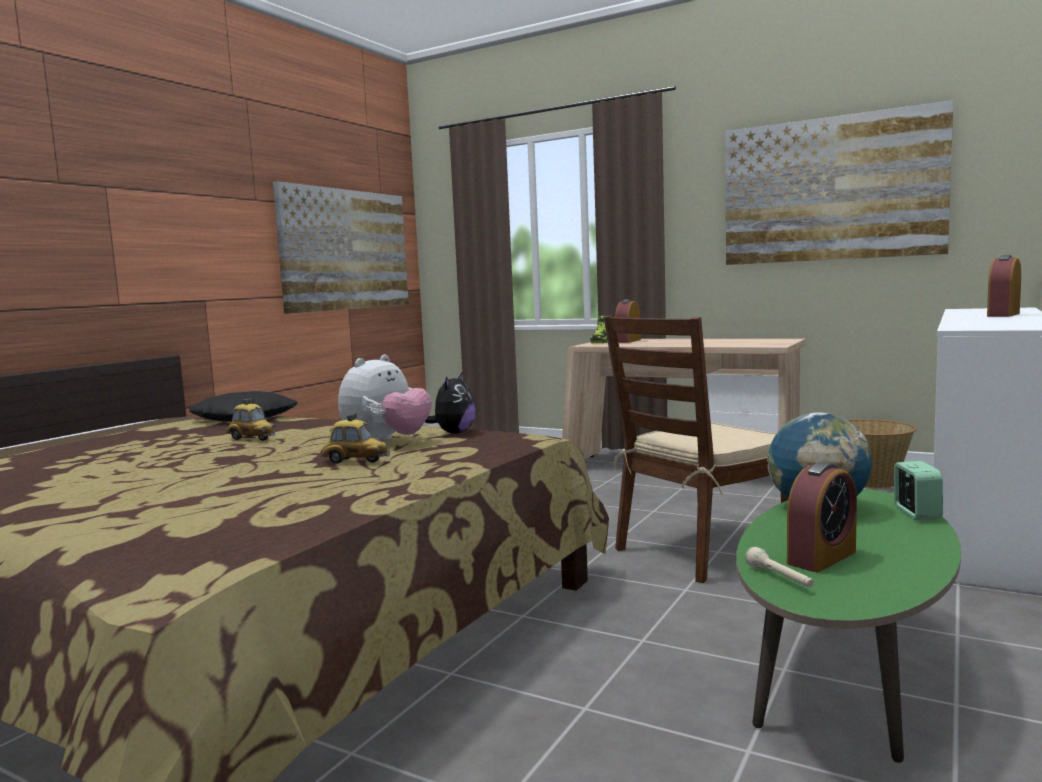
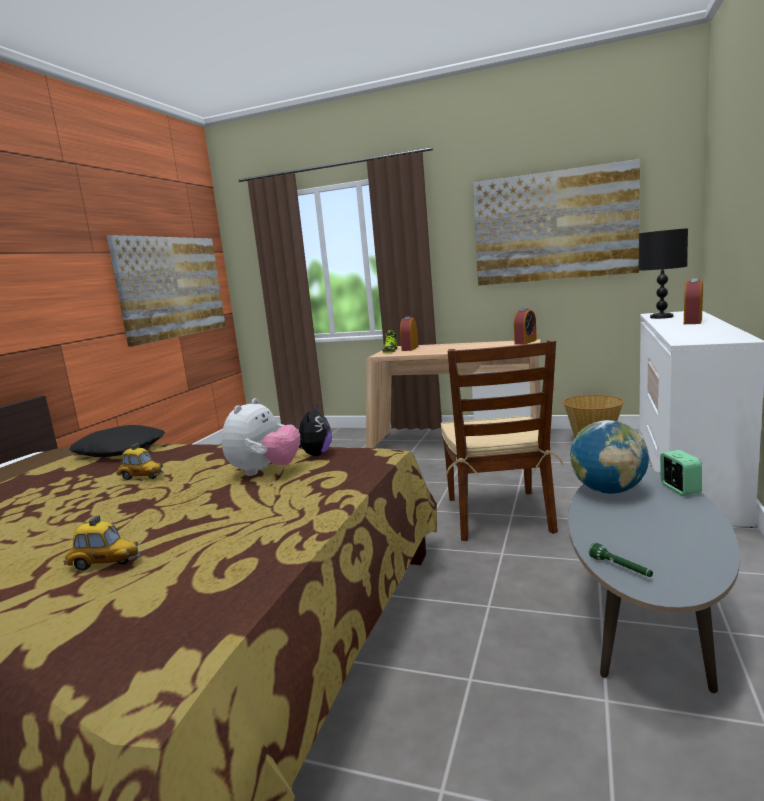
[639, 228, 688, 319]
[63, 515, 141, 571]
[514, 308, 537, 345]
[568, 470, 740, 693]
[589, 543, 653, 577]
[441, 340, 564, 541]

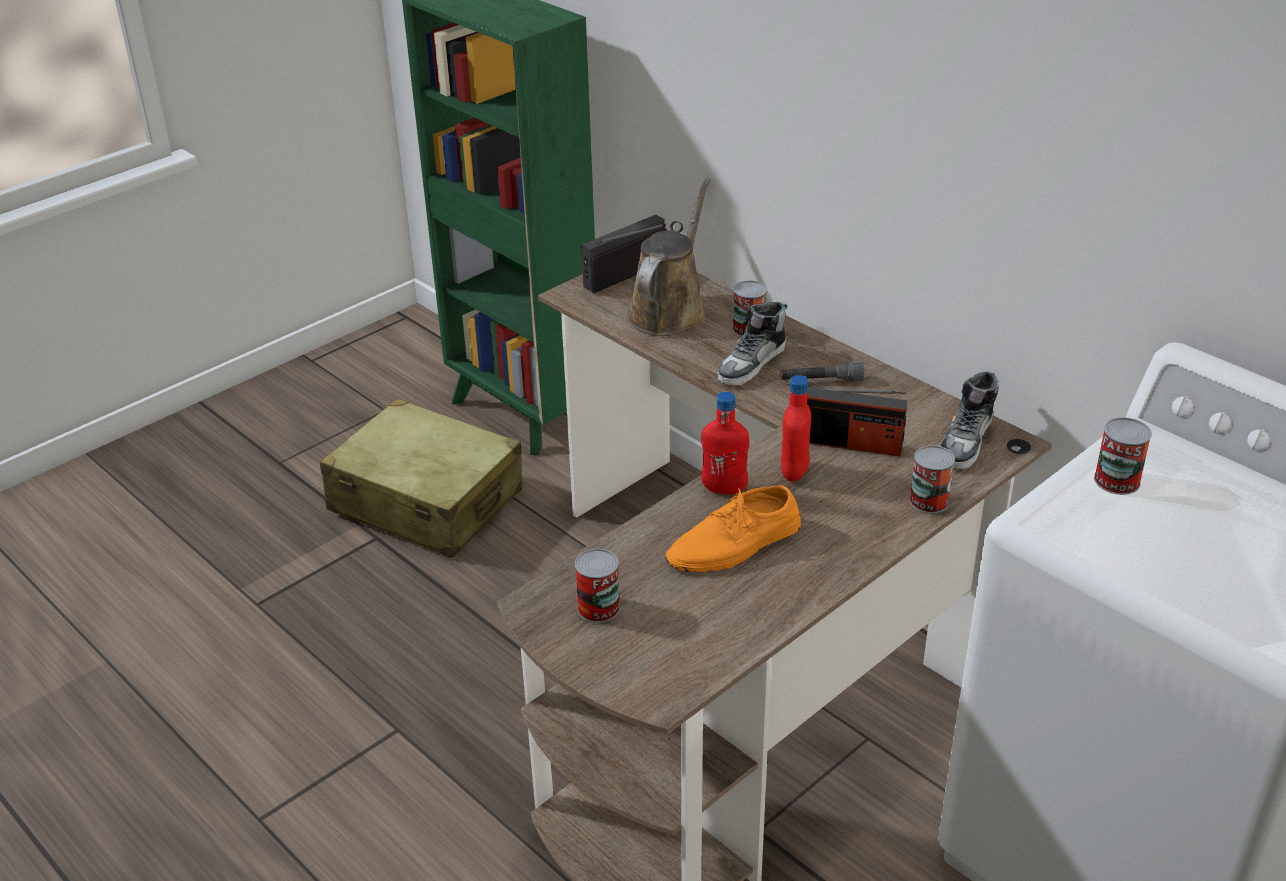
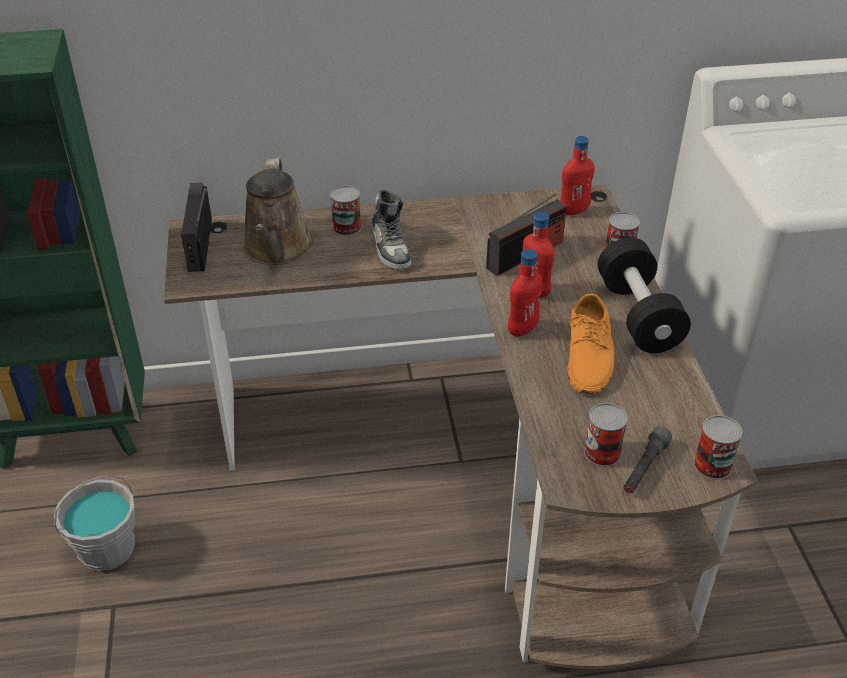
[598, 237, 691, 353]
[623, 426, 672, 493]
[694, 415, 742, 479]
[54, 475, 135, 571]
[560, 136, 595, 215]
[242, 158, 313, 265]

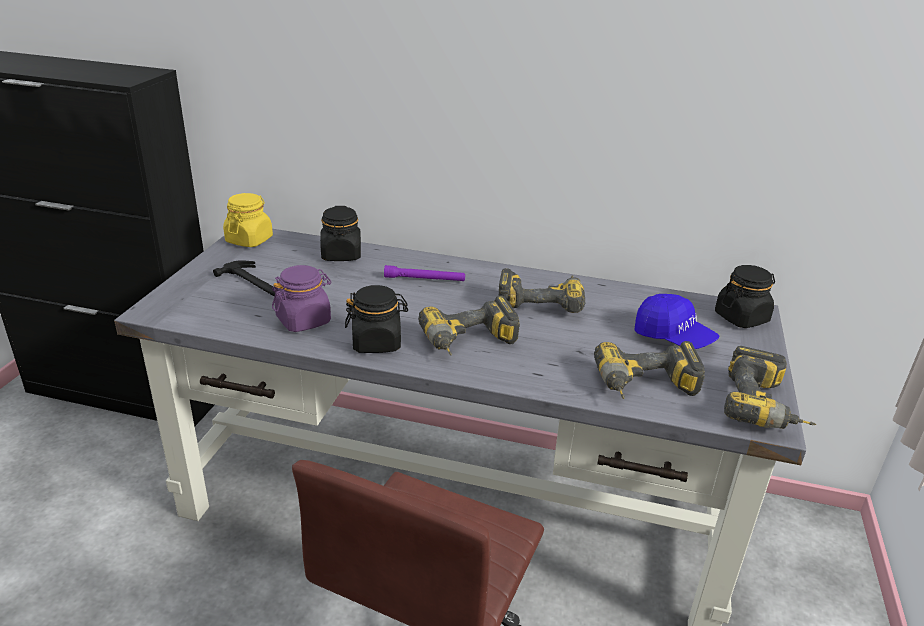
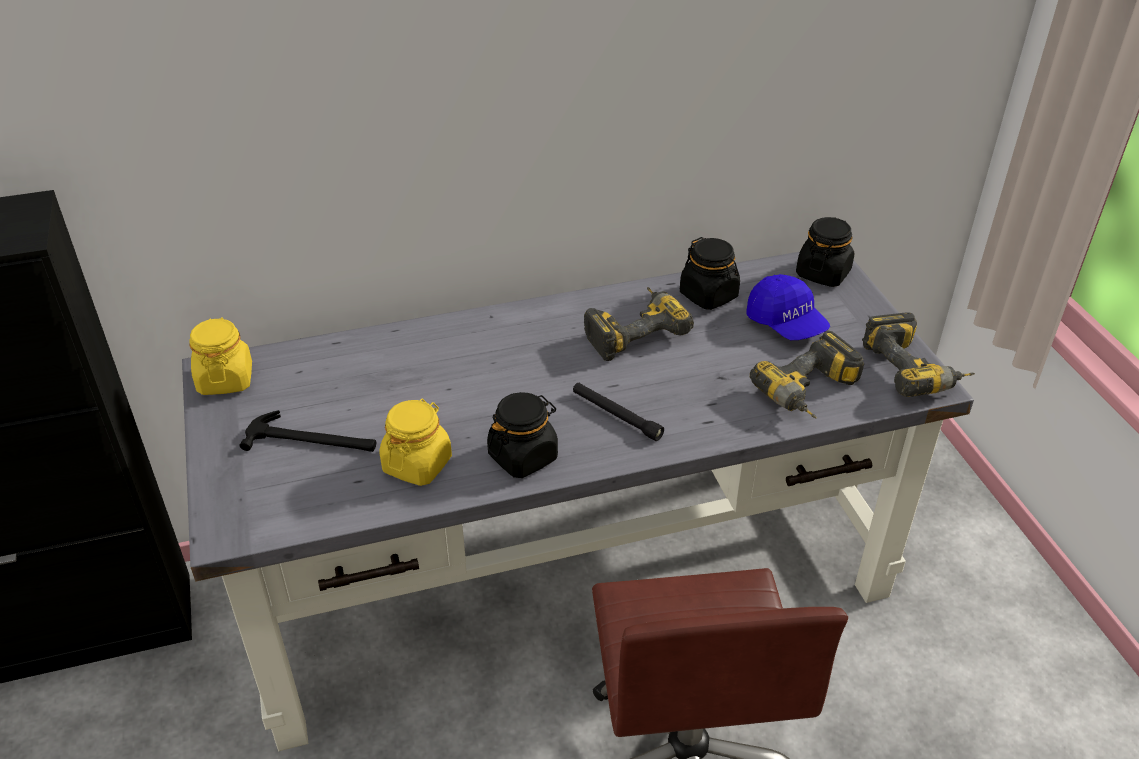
[384, 265, 465, 281] (first image)
[680, 237, 740, 310]
[573, 383, 664, 441]
[379, 399, 452, 486]
[746, 274, 830, 340]

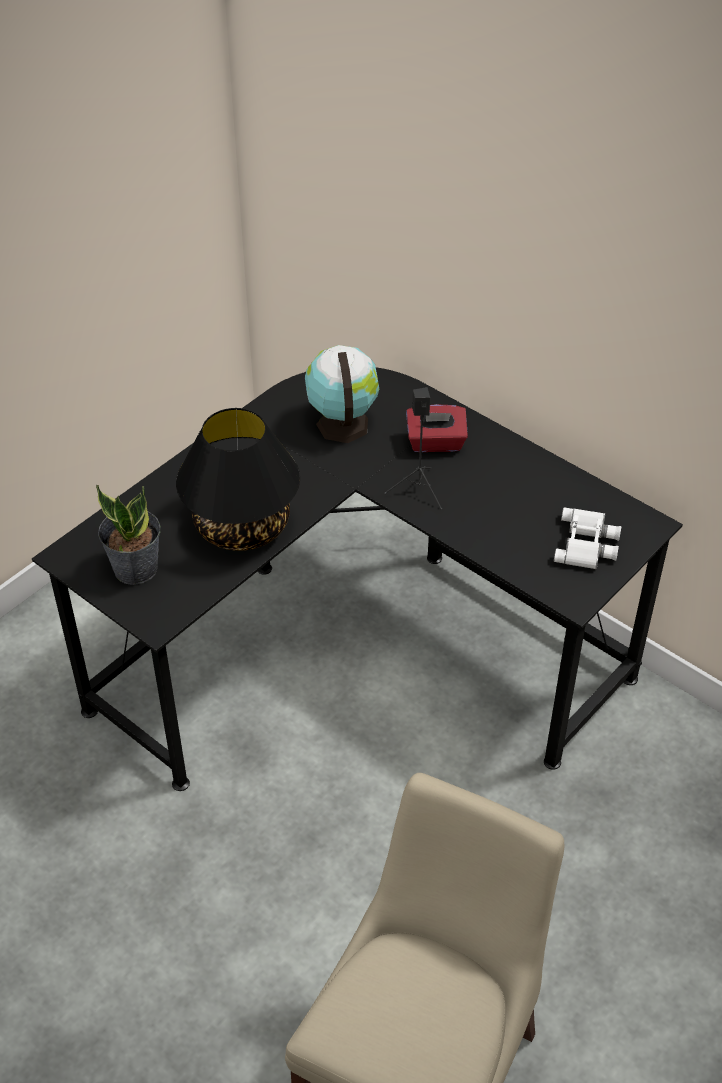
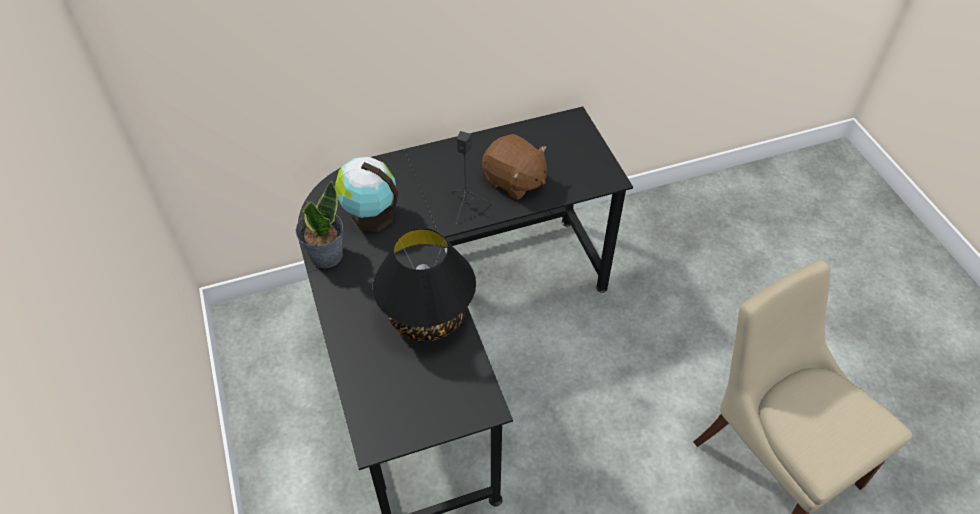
[406, 405, 468, 452] (first image)
[554, 507, 621, 569] (first image)
[482, 134, 547, 200]
[296, 181, 343, 268]

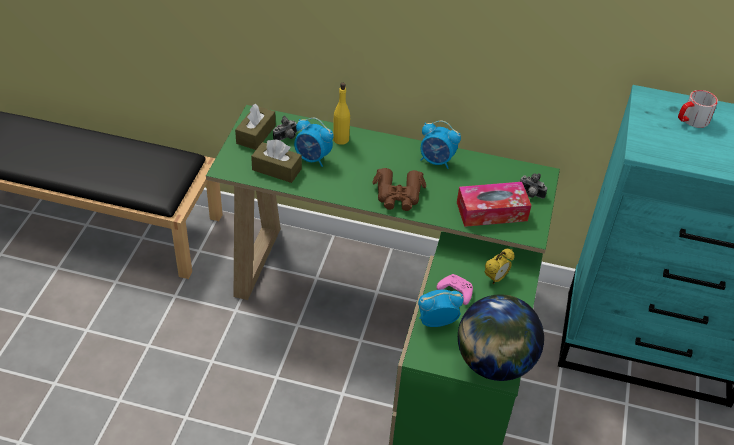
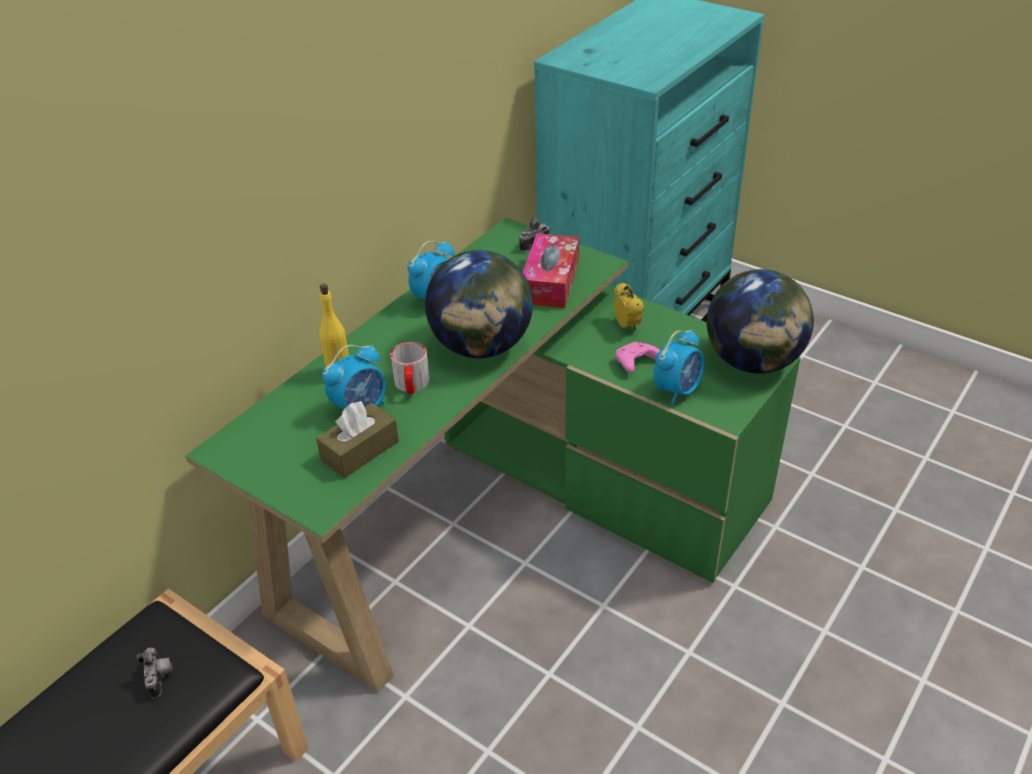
[235, 104, 276, 150] (first image)
[137, 648, 172, 699]
[390, 342, 430, 394]
[425, 250, 533, 358]
[653, 329, 705, 405]

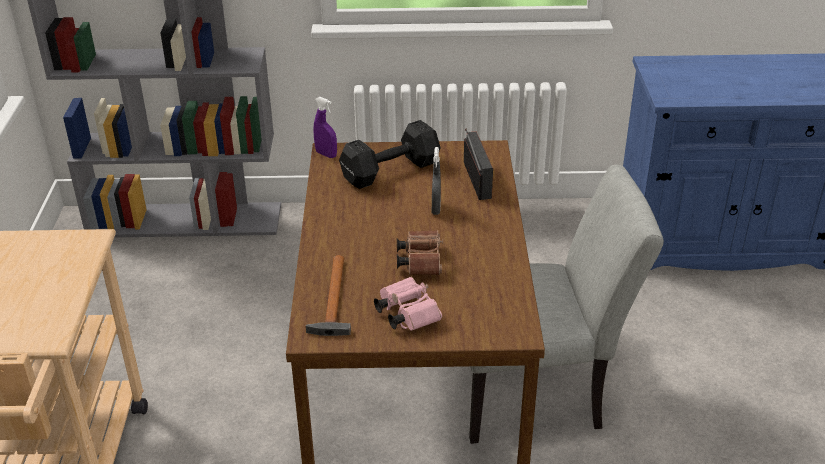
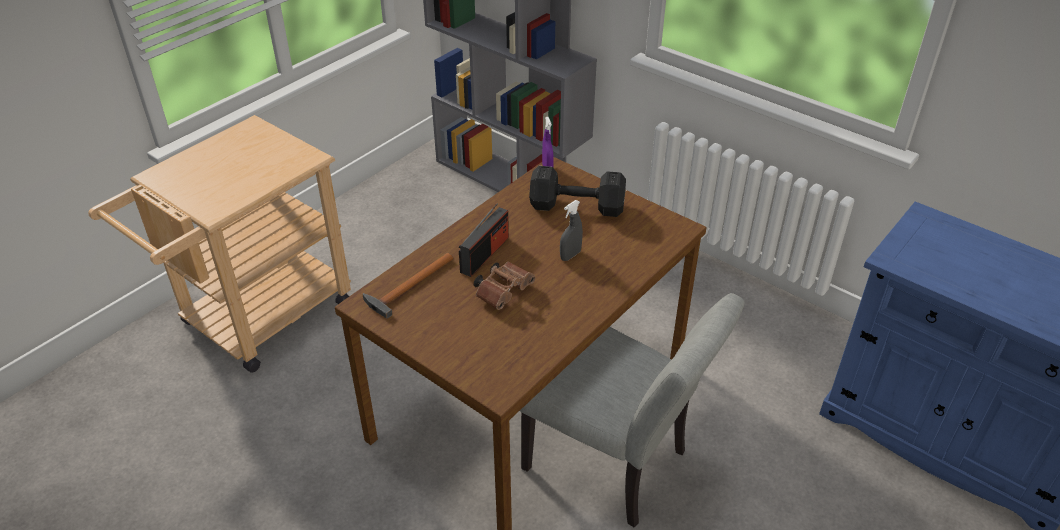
[374, 277, 442, 331] (first image)
[459, 203, 509, 277]

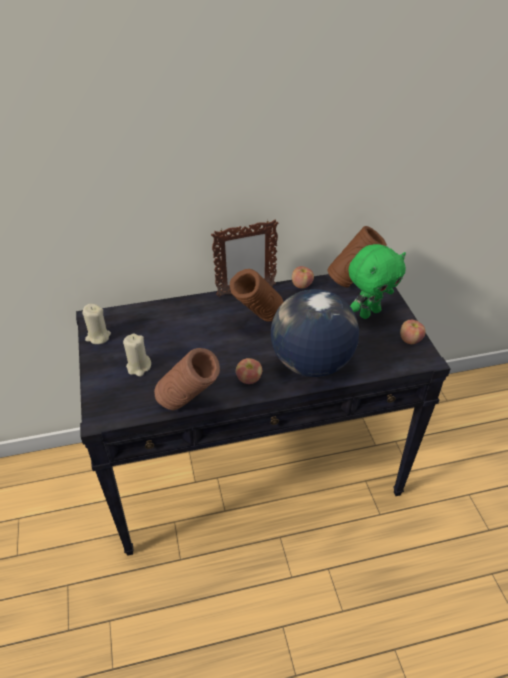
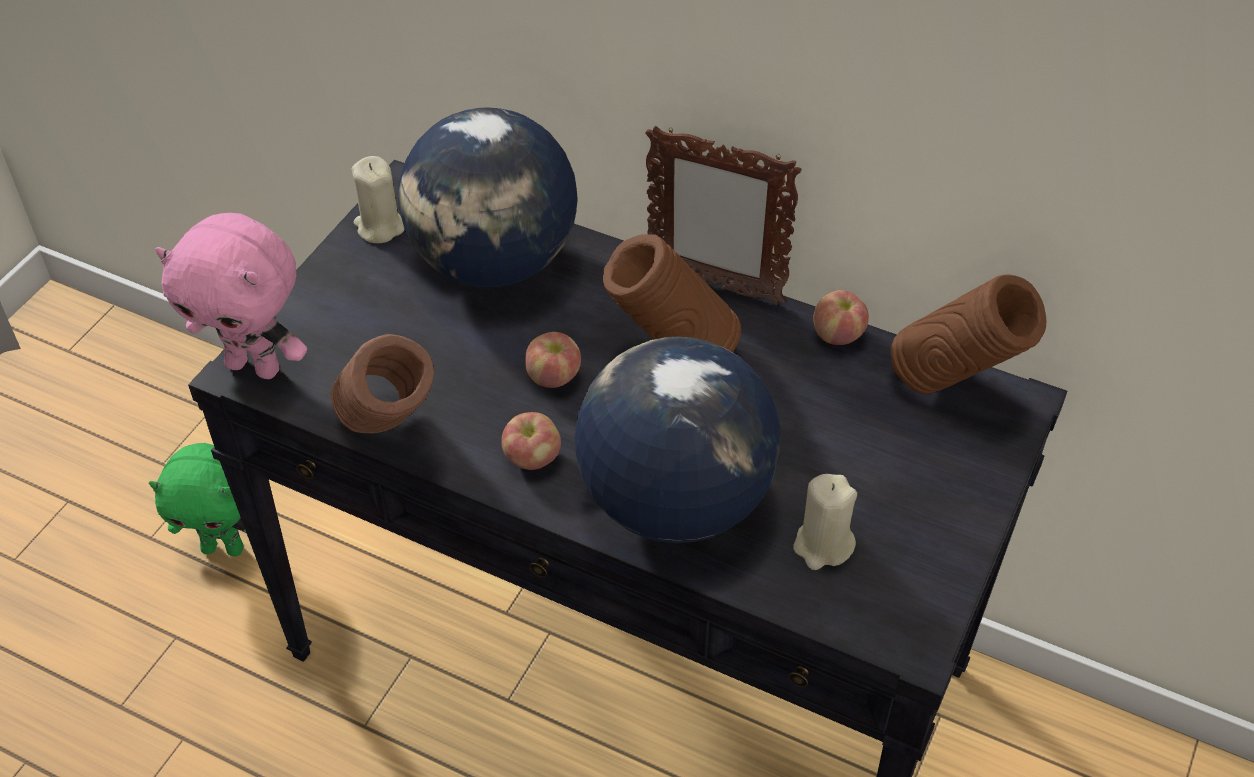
[155, 213, 307, 379]
[399, 107, 578, 287]
[793, 474, 857, 570]
[149, 443, 247, 556]
[525, 332, 581, 388]

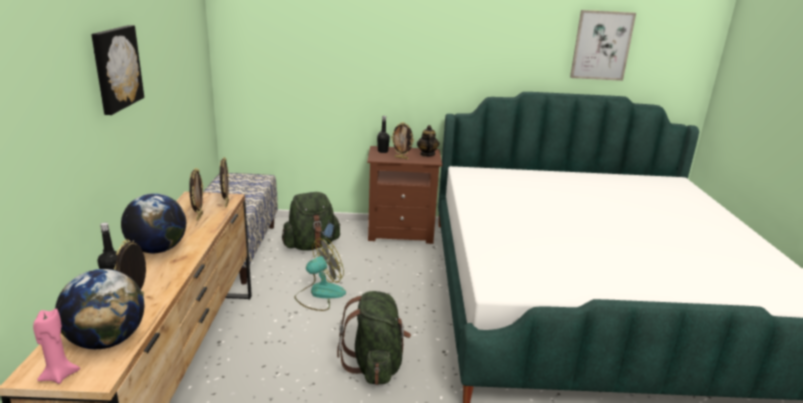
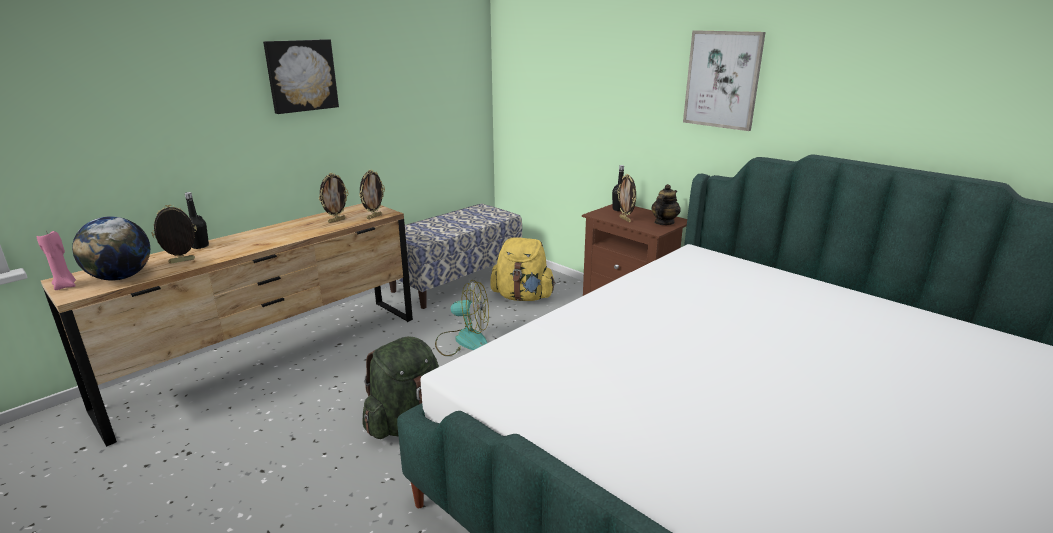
[121, 193, 186, 253] (first image)
[683, 30, 766, 131]
[491, 237, 556, 301]

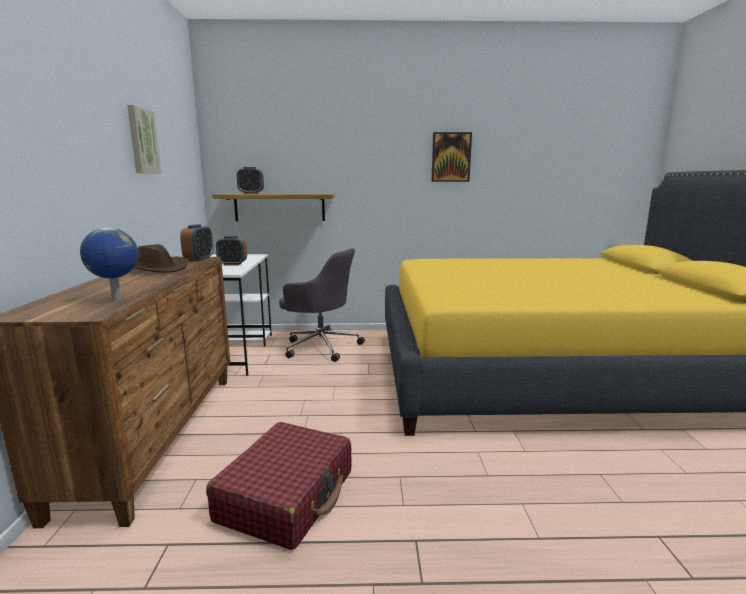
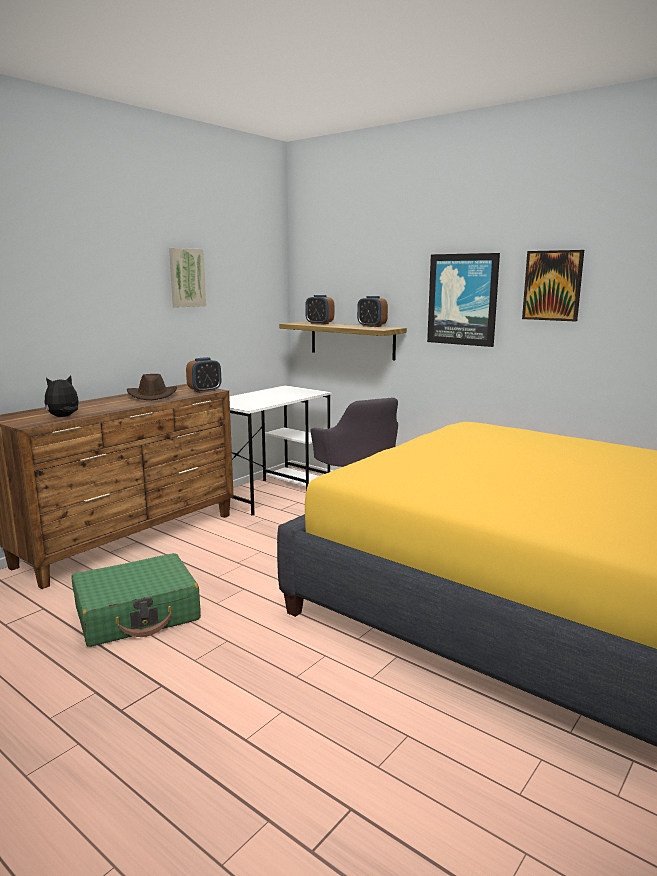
[427, 253, 500, 347]
[357, 296, 388, 327]
[45, 376, 79, 417]
[71, 553, 201, 647]

